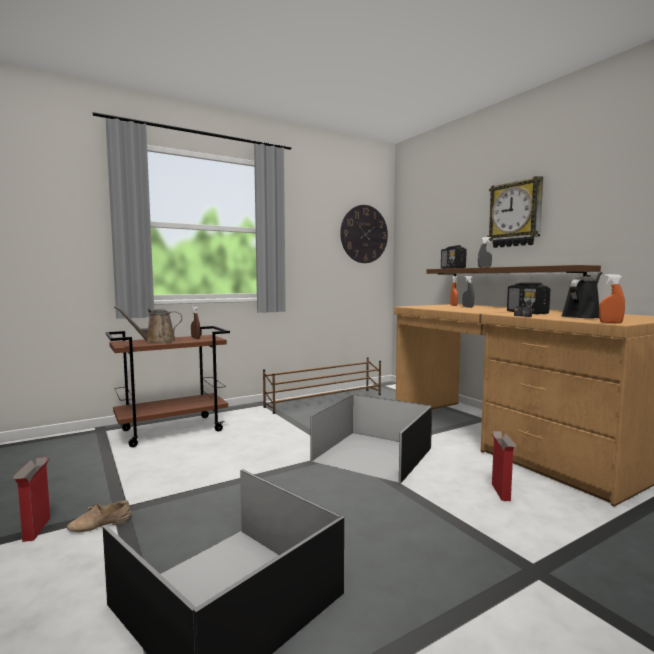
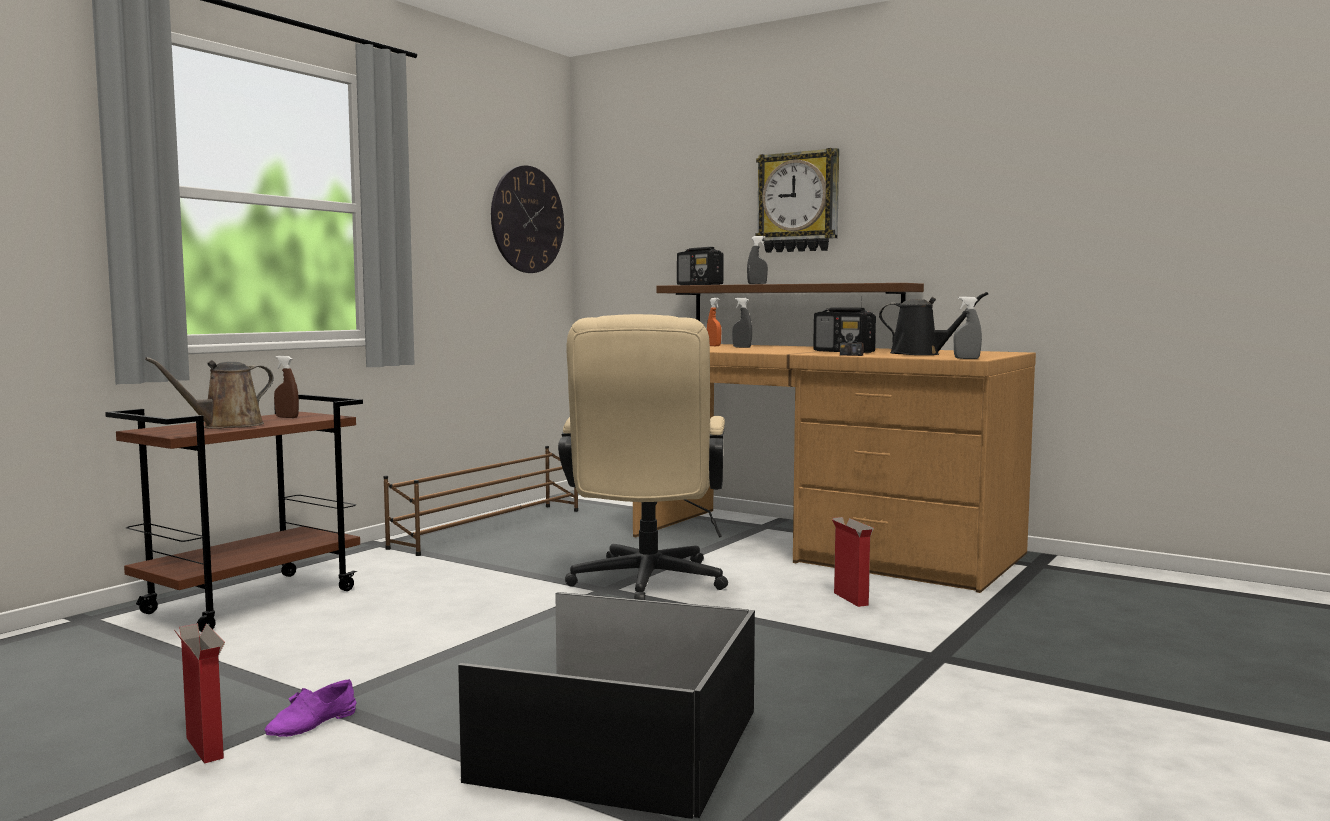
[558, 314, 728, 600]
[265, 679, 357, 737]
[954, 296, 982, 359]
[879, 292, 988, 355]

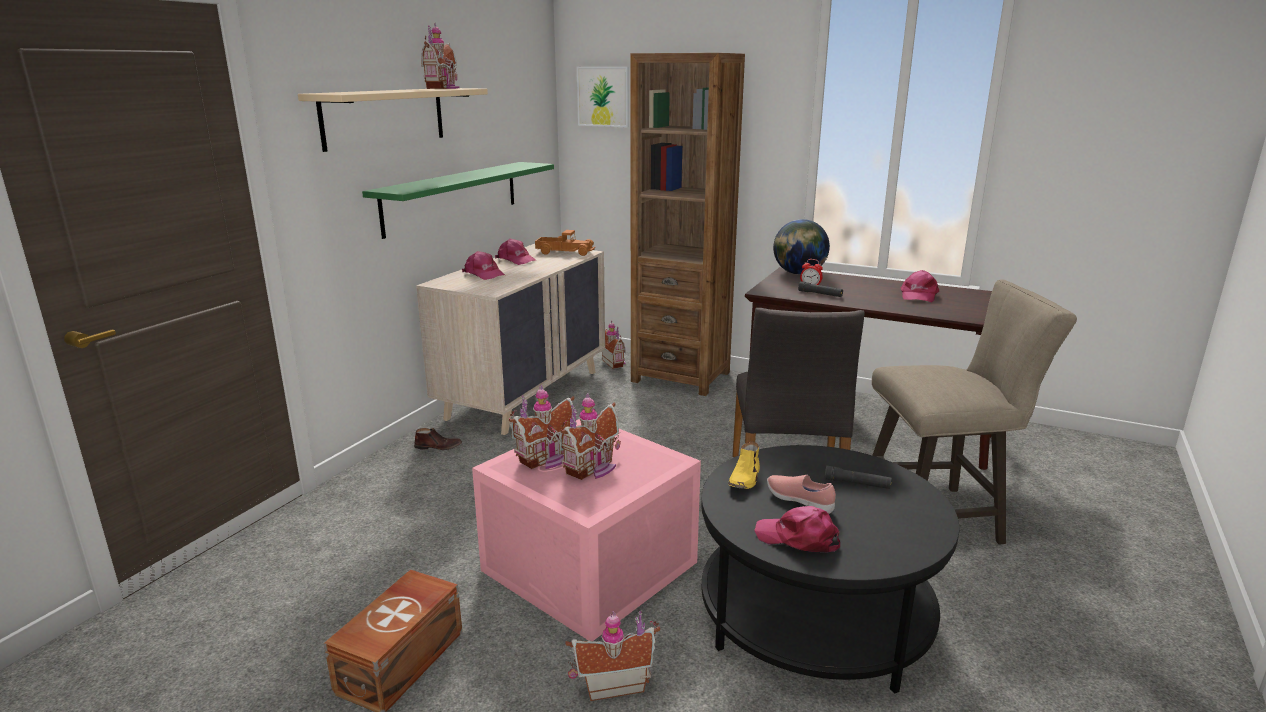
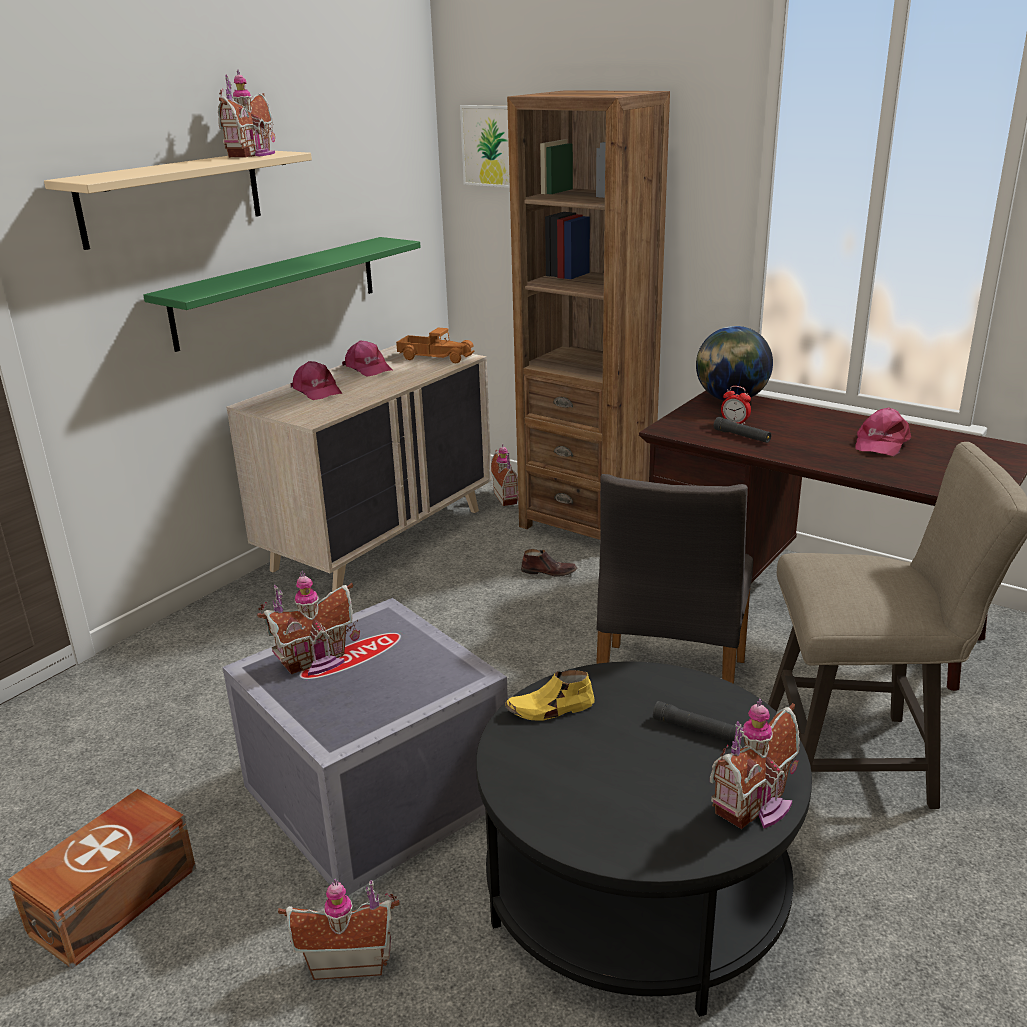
[754, 506, 840, 552] (first image)
[767, 475, 836, 514] (first image)
[521, 549, 577, 576]
[710, 699, 800, 829]
[223, 598, 508, 896]
[505, 670, 595, 721]

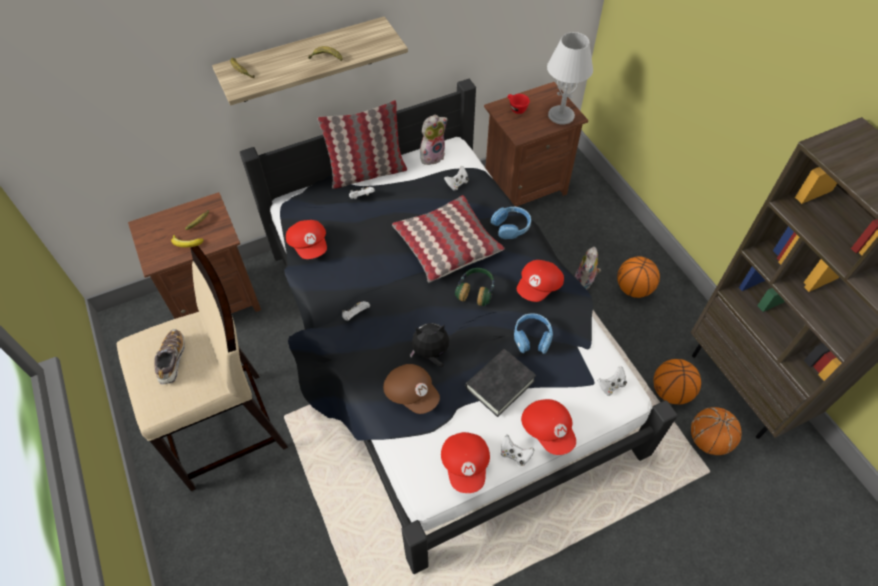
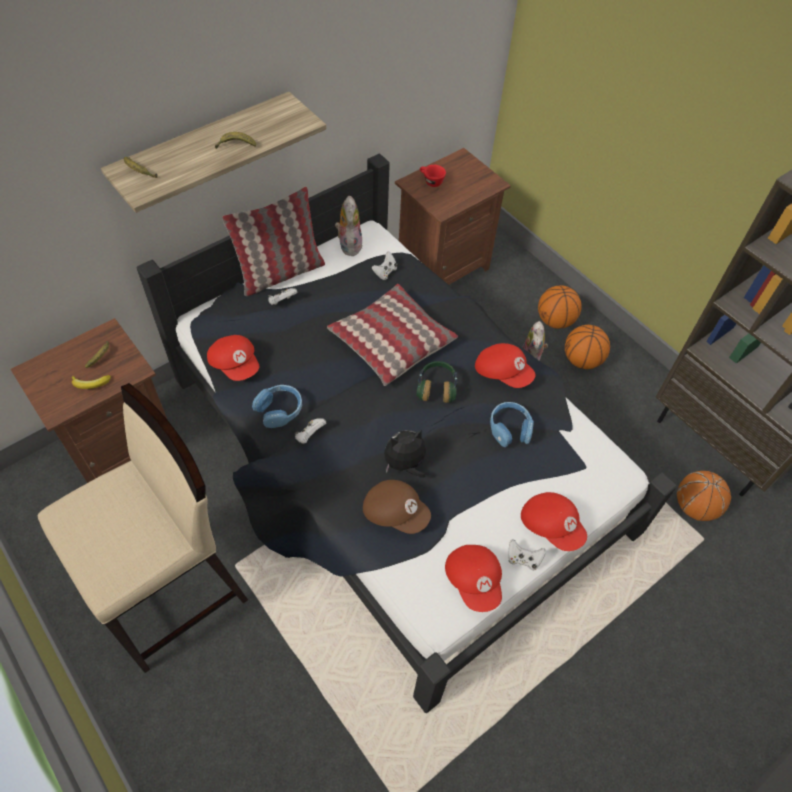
[154, 329, 185, 385] (first image)
[465, 349, 536, 417] (first image)
[547, 32, 593, 125] (first image)
[598, 366, 627, 396] (first image)
[252, 385, 302, 428]
[538, 285, 582, 329]
[335, 196, 363, 256]
[475, 343, 535, 388]

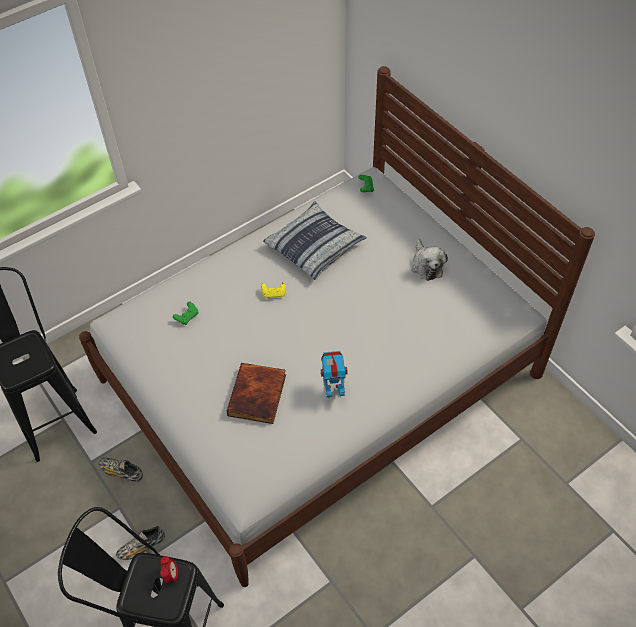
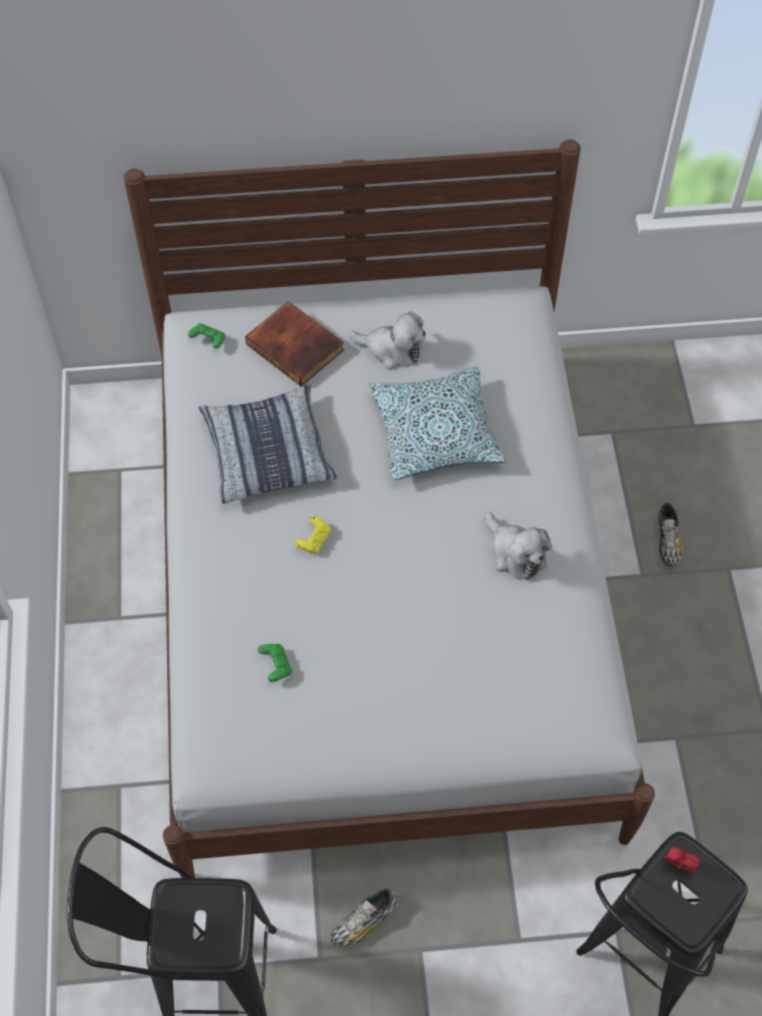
[369, 366, 505, 480]
[658, 503, 683, 567]
[245, 301, 344, 386]
[486, 512, 552, 580]

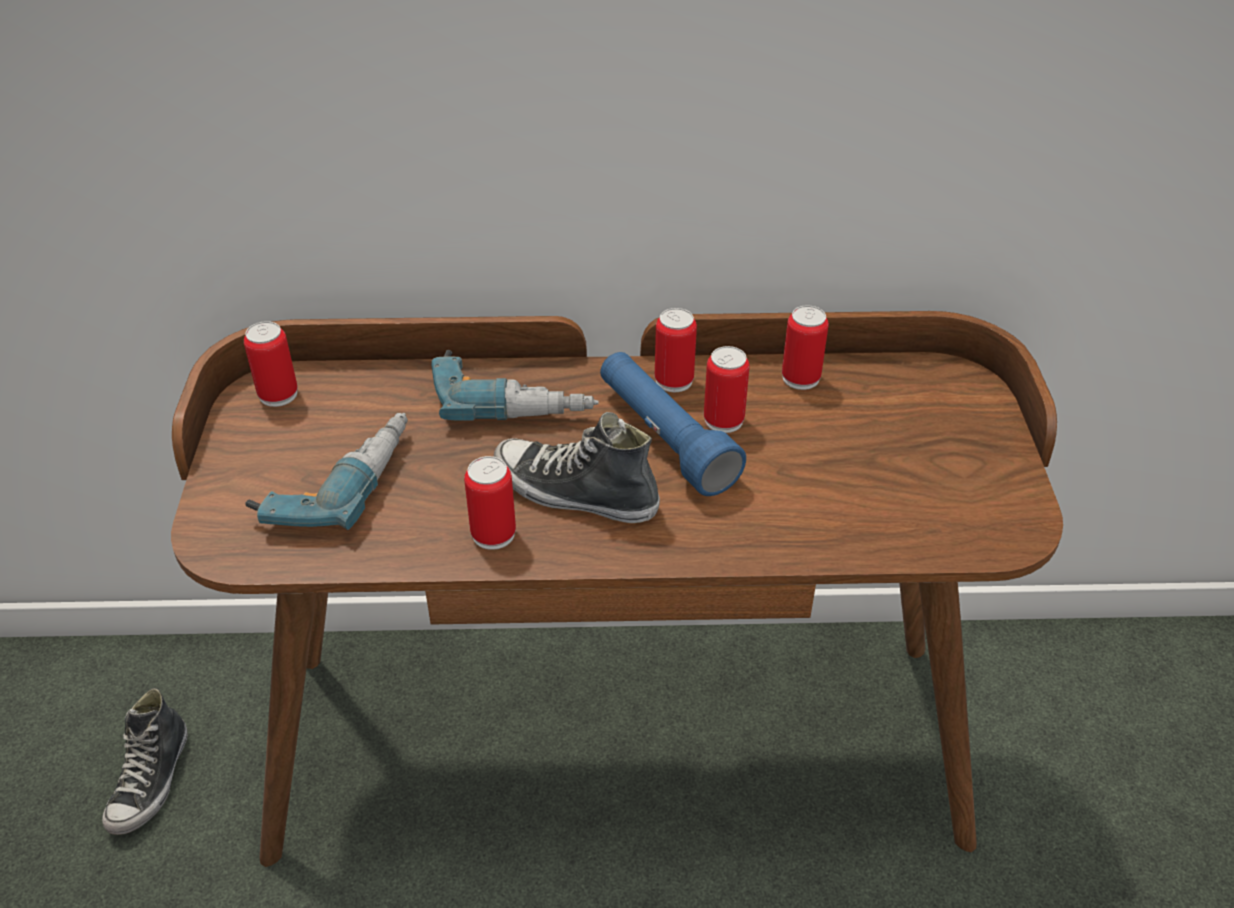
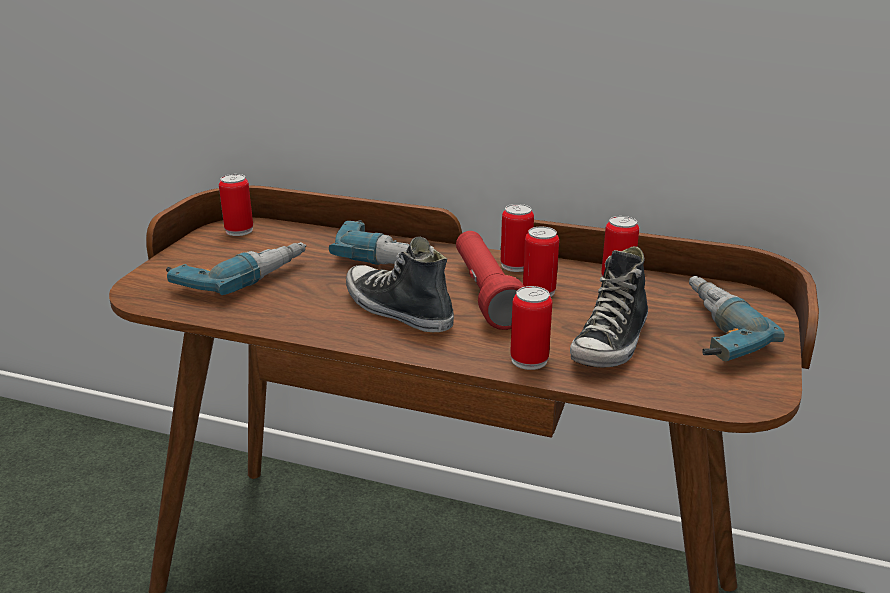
[689, 276, 785, 361]
[570, 246, 648, 368]
[510, 286, 552, 370]
[456, 231, 524, 330]

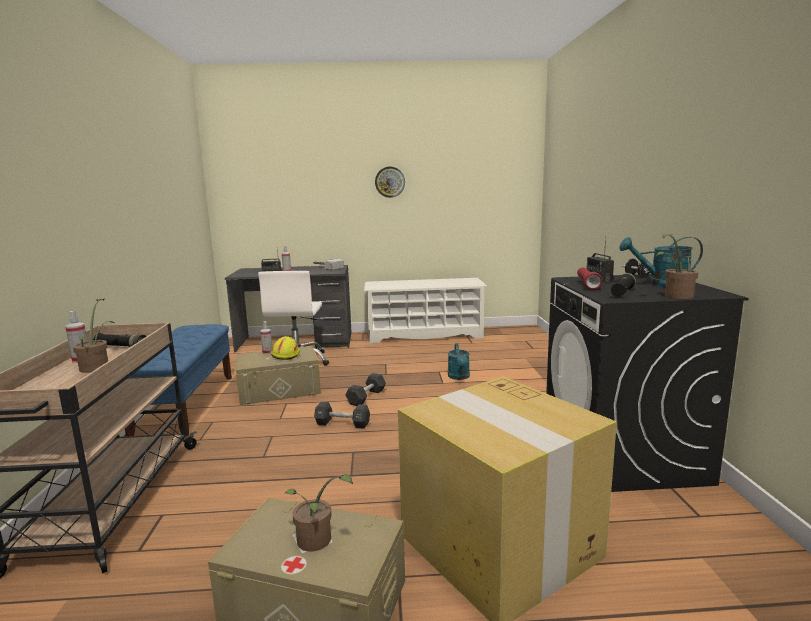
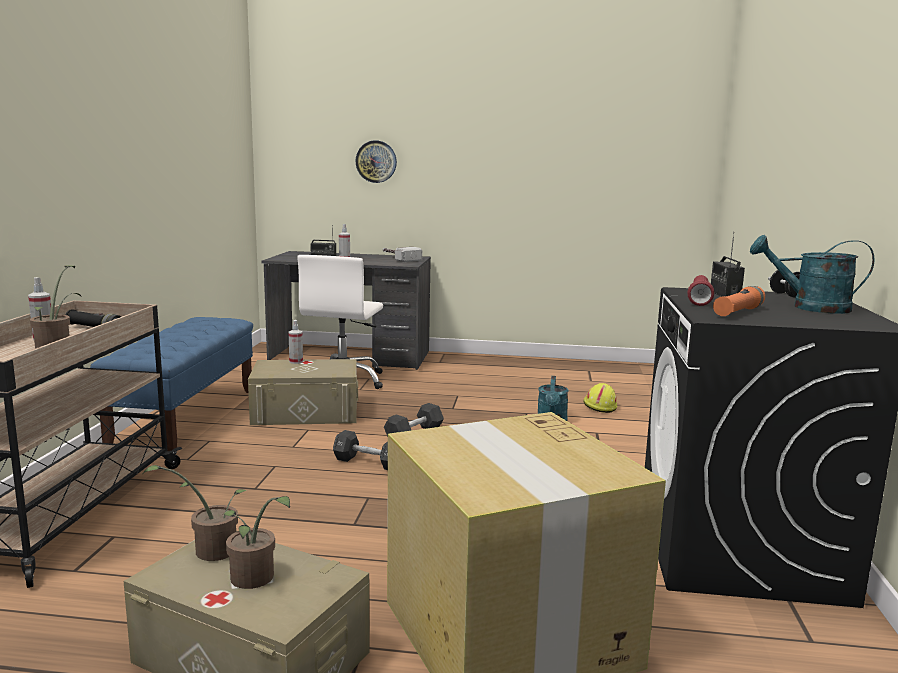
[364, 278, 487, 343] (first image)
[583, 383, 617, 413]
[355, 140, 397, 183]
[143, 465, 247, 561]
[713, 286, 765, 316]

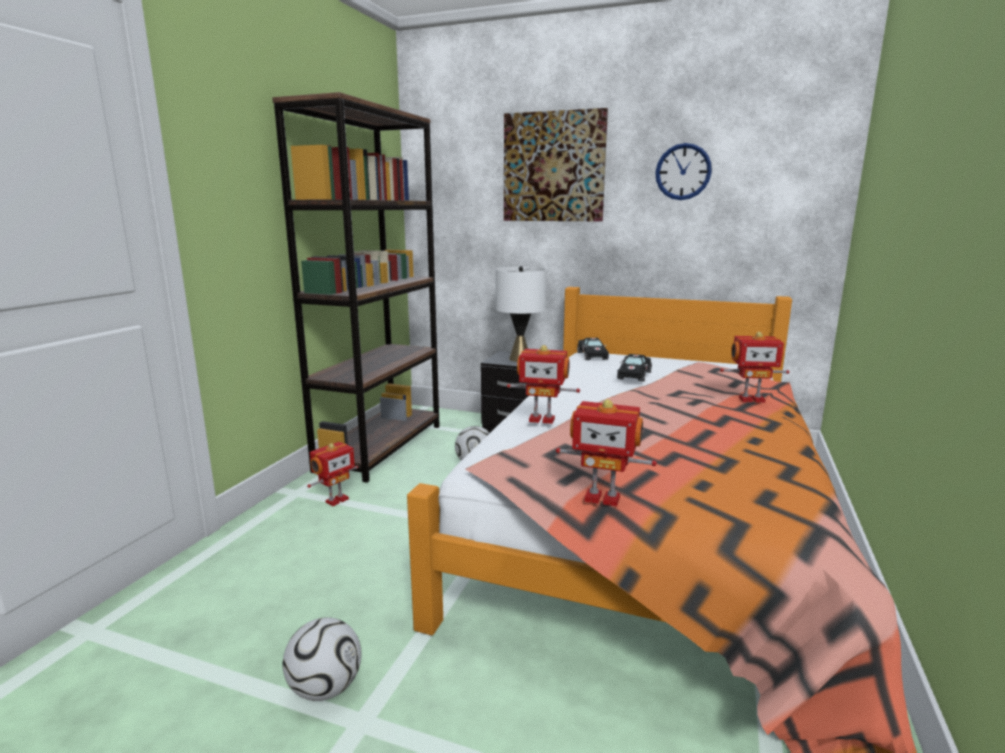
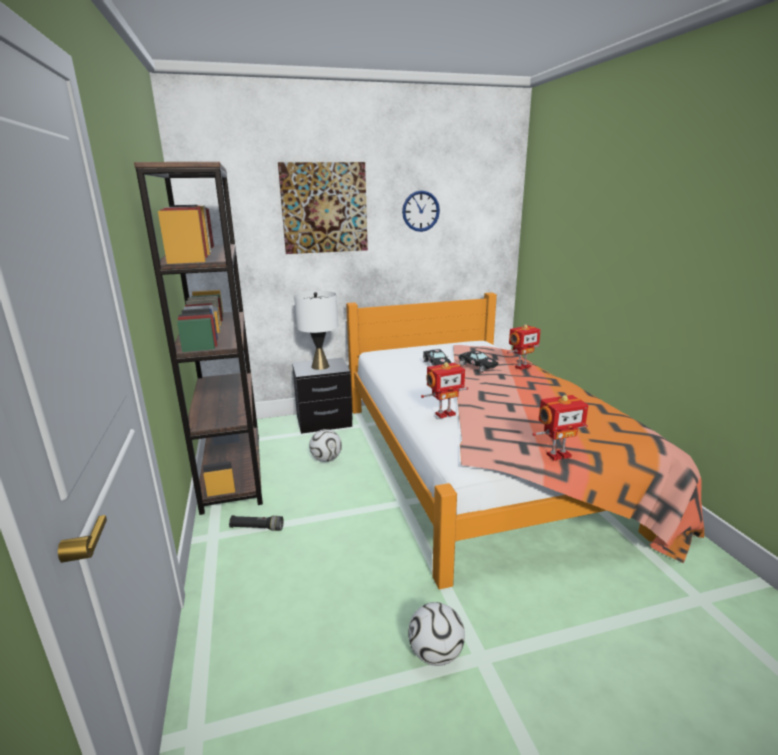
[458, 350, 499, 372]
[229, 515, 284, 531]

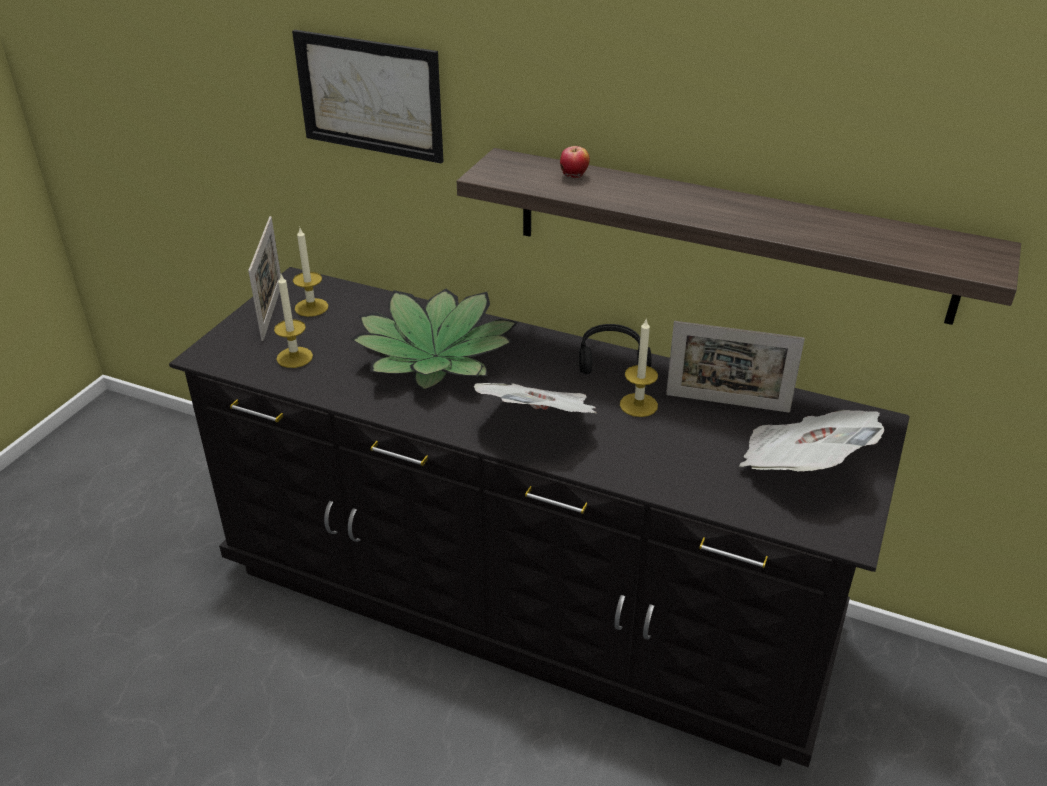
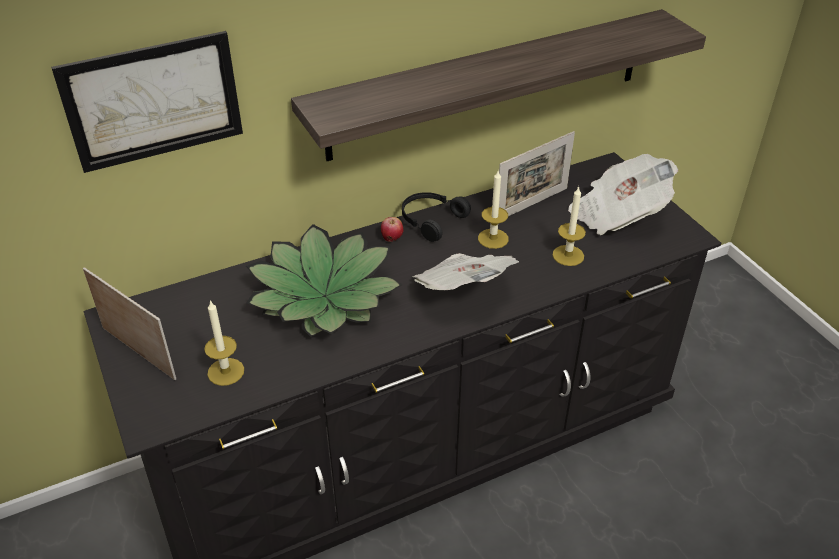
[552, 186, 586, 266]
[381, 217, 403, 242]

